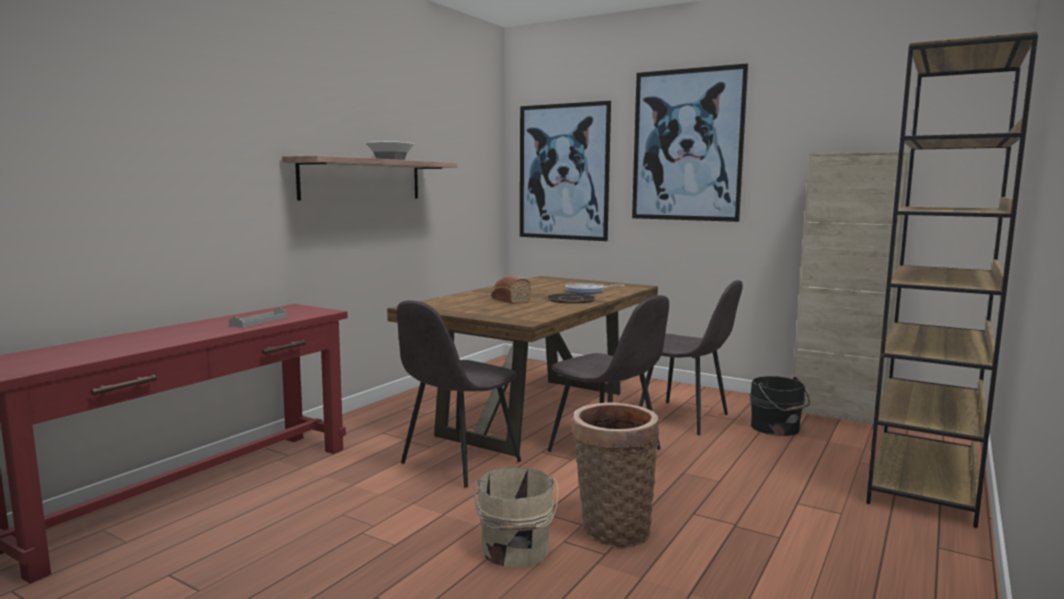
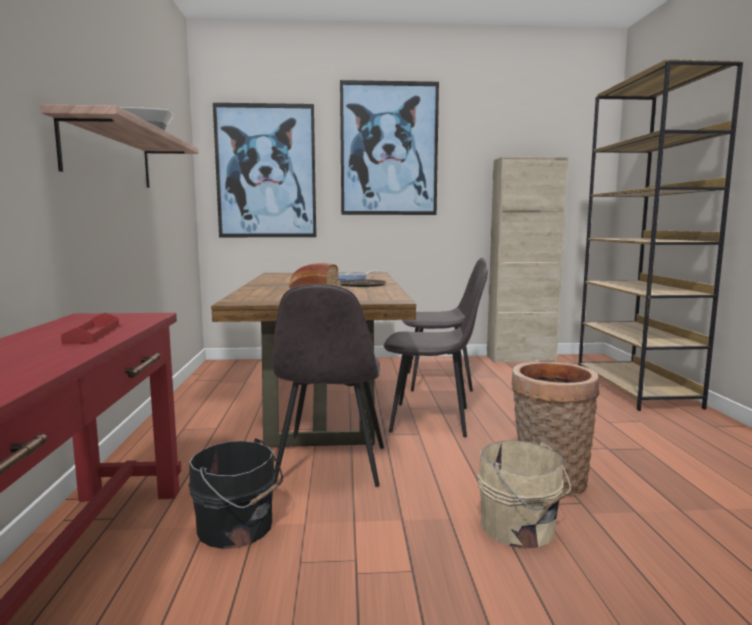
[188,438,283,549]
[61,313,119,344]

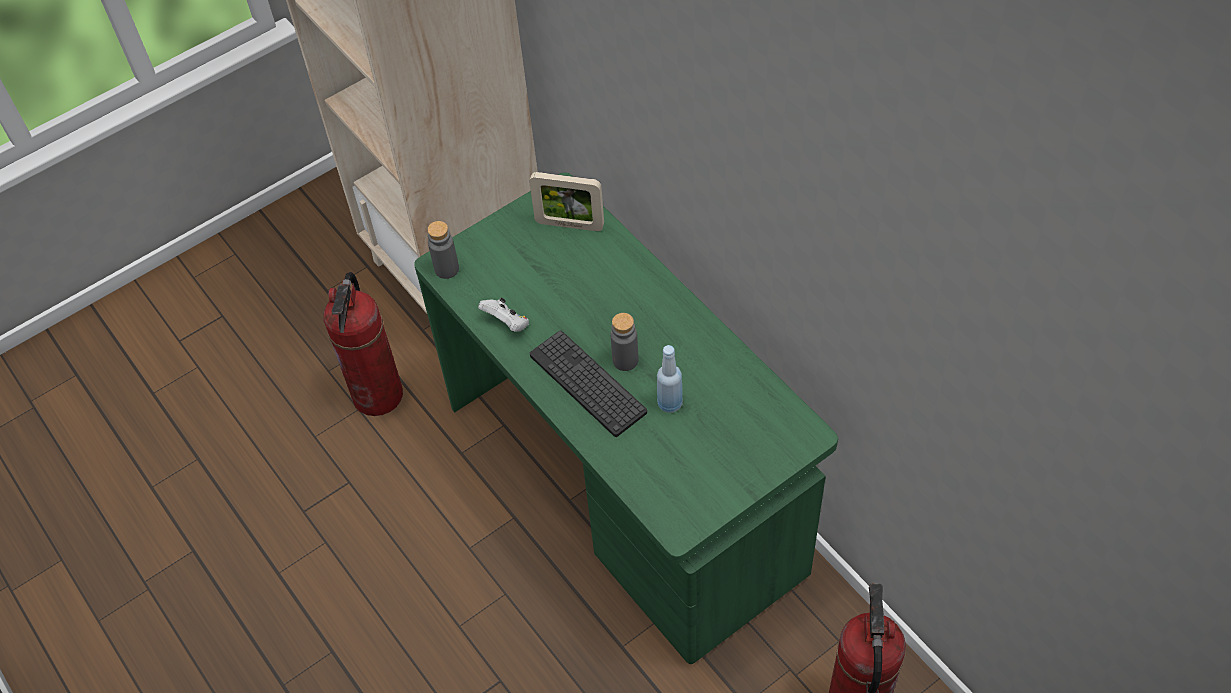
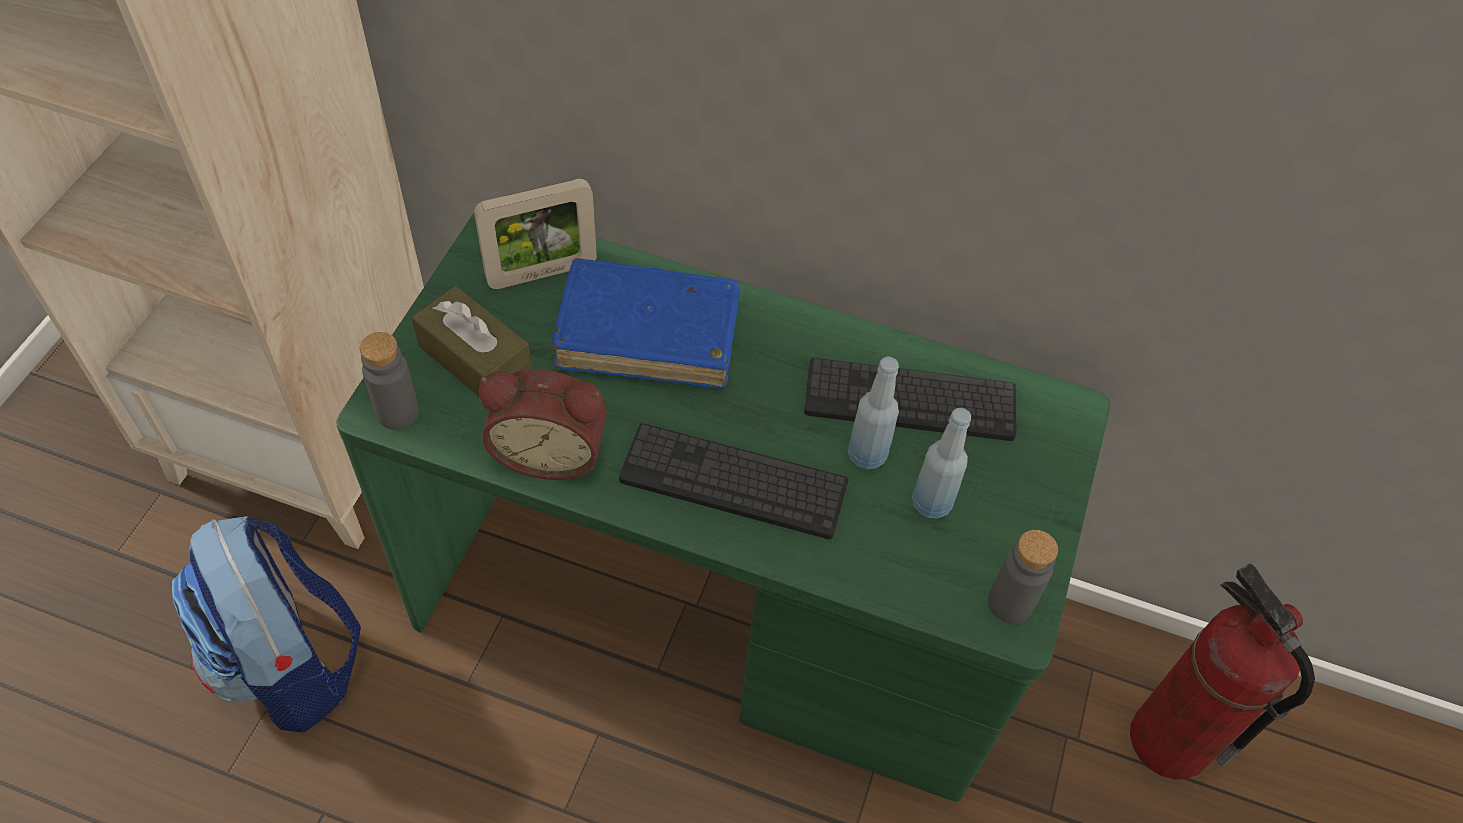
[412,286,532,396]
[552,258,740,388]
[804,358,1016,441]
[912,408,971,519]
[988,530,1058,624]
[172,516,361,733]
[479,370,607,480]

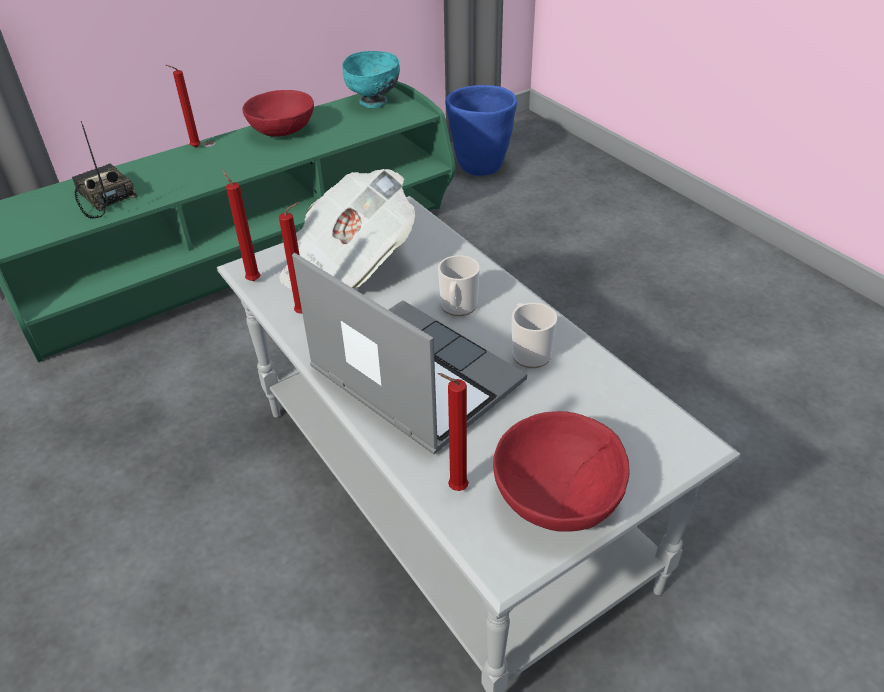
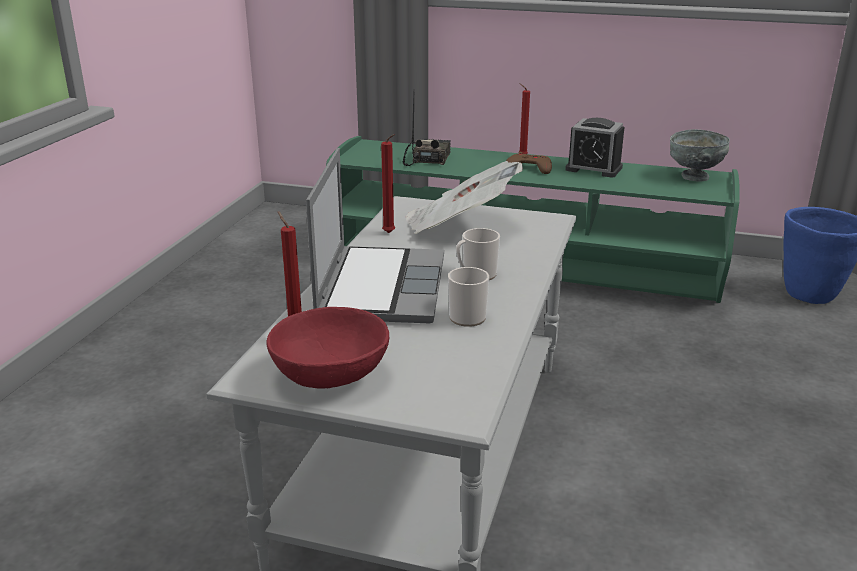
[222,169,260,281] (first image)
[506,152,552,174]
[565,118,624,178]
[670,129,730,181]

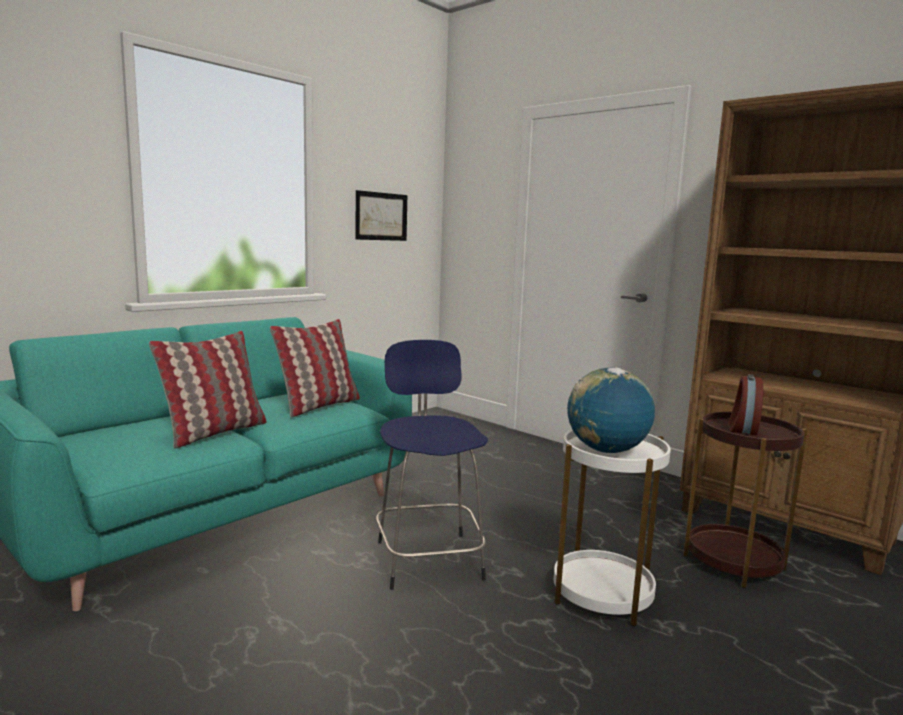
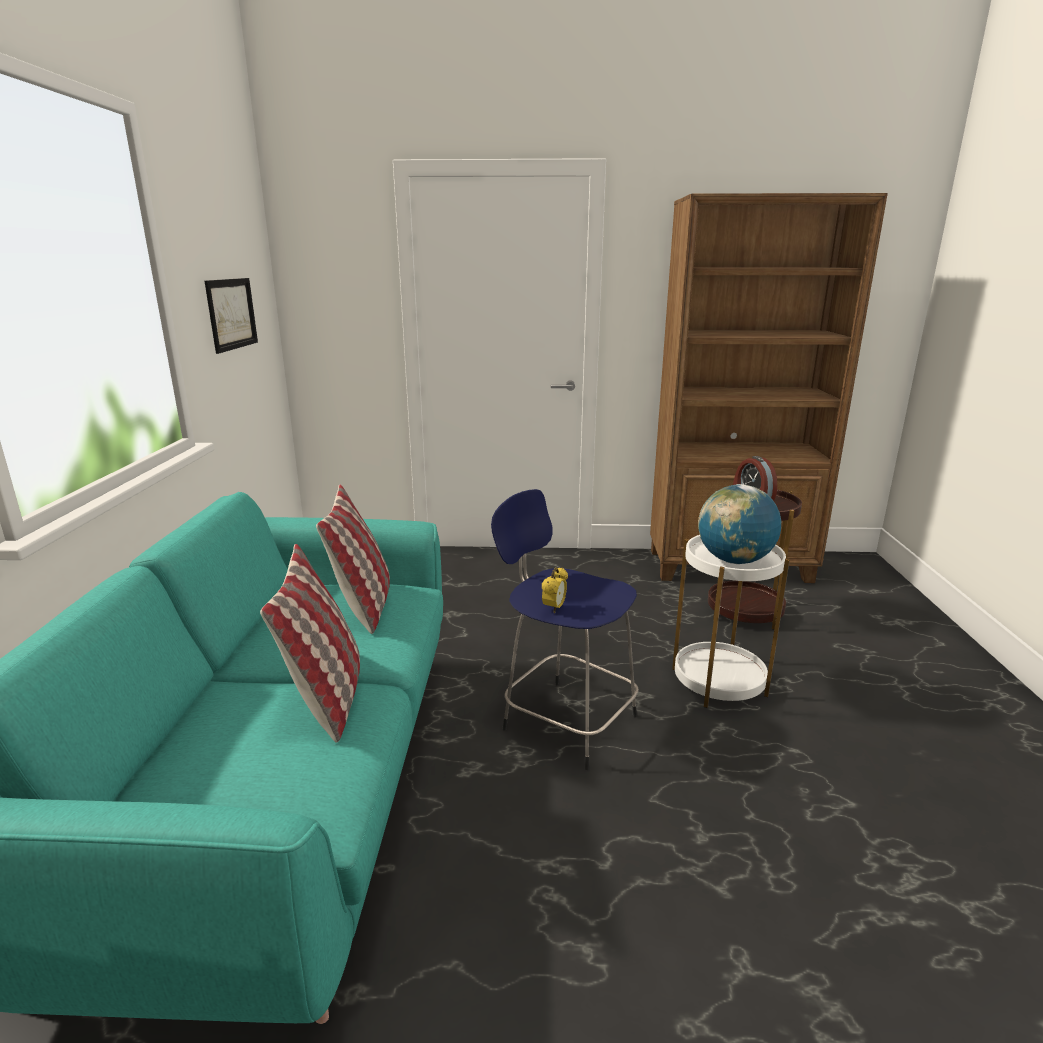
[542,567,568,613]

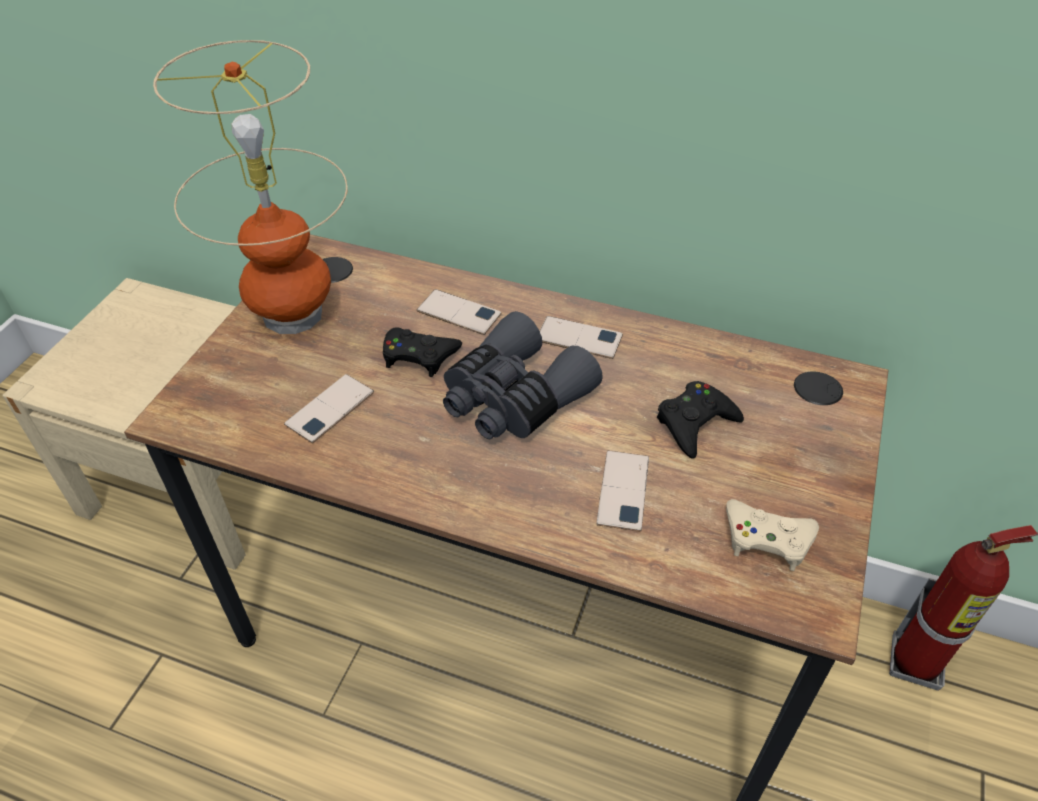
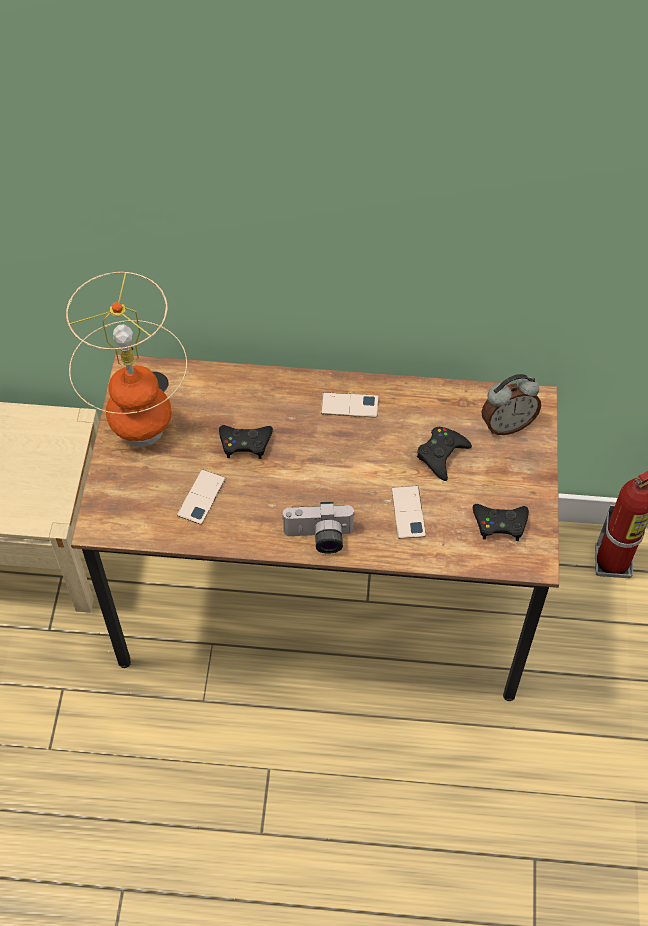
[417,289,502,335] (first image)
[443,311,603,439] (first image)
[282,502,356,554]
[481,374,541,435]
[473,504,529,541]

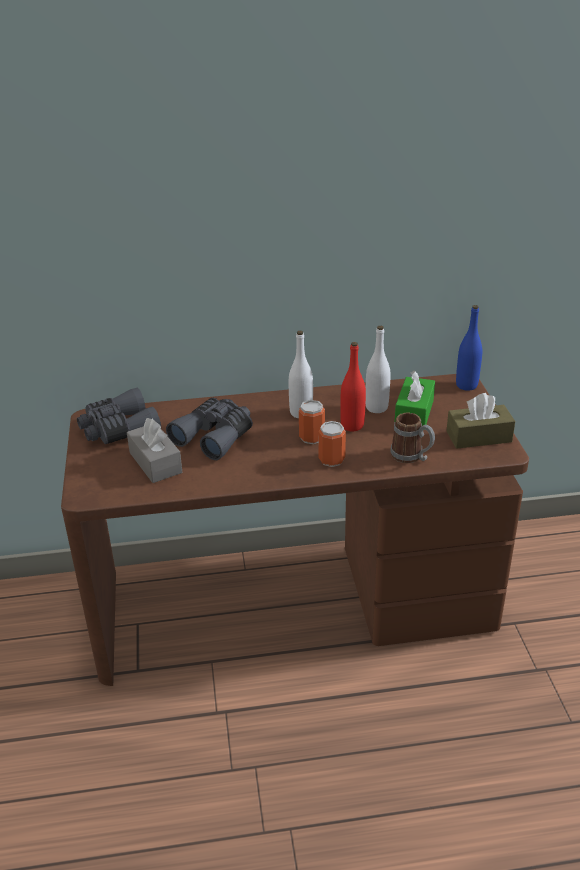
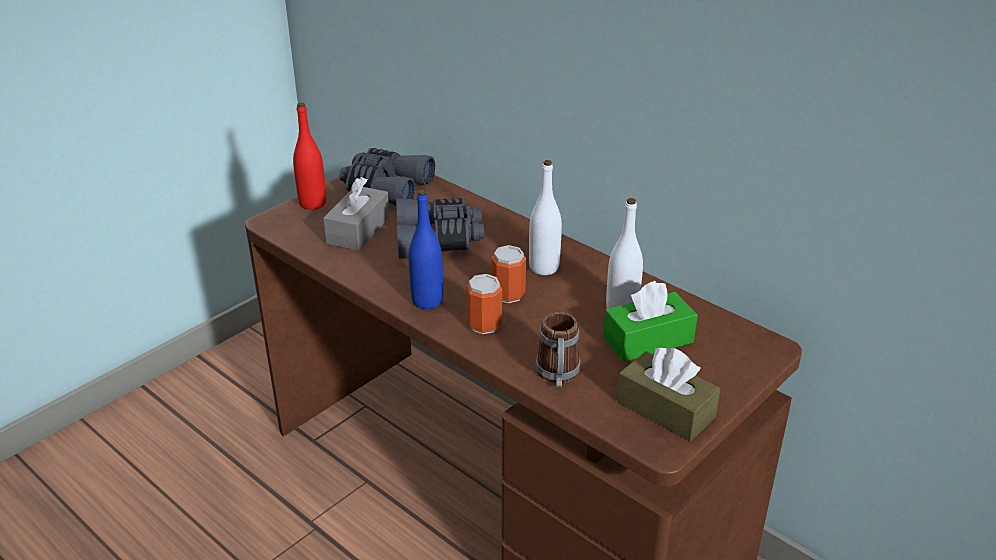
[293,103,326,210]
[408,190,443,309]

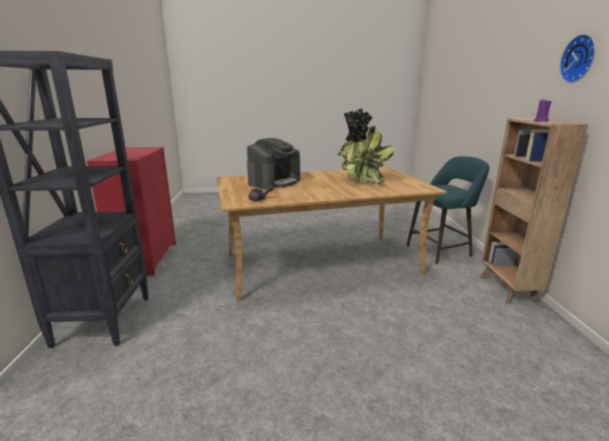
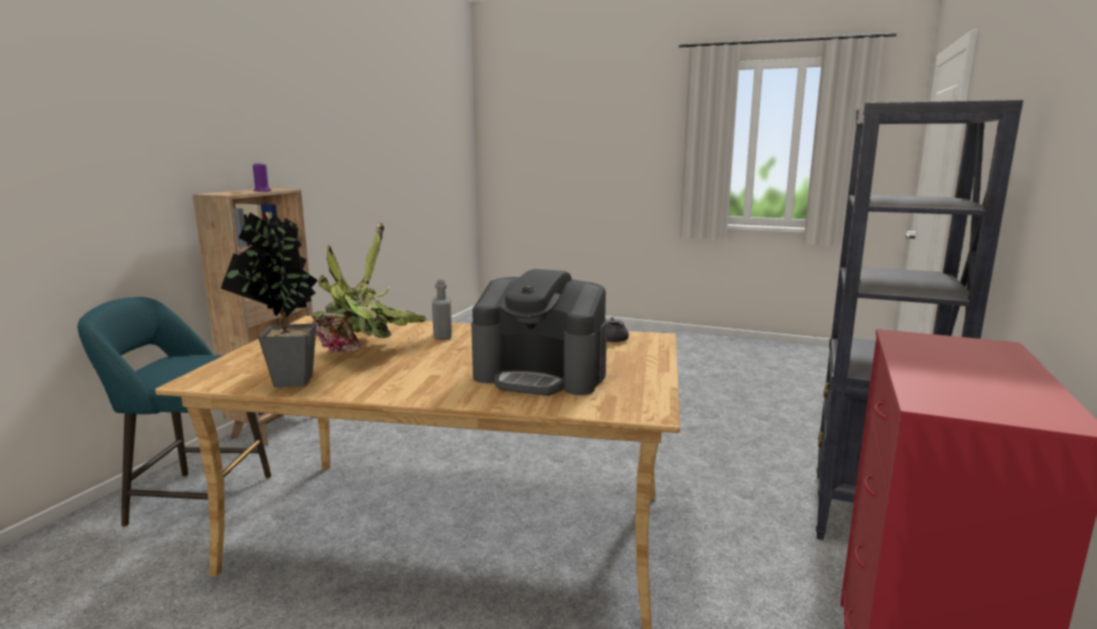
[559,34,596,83] (first image)
[432,279,452,340]
[471,269,607,396]

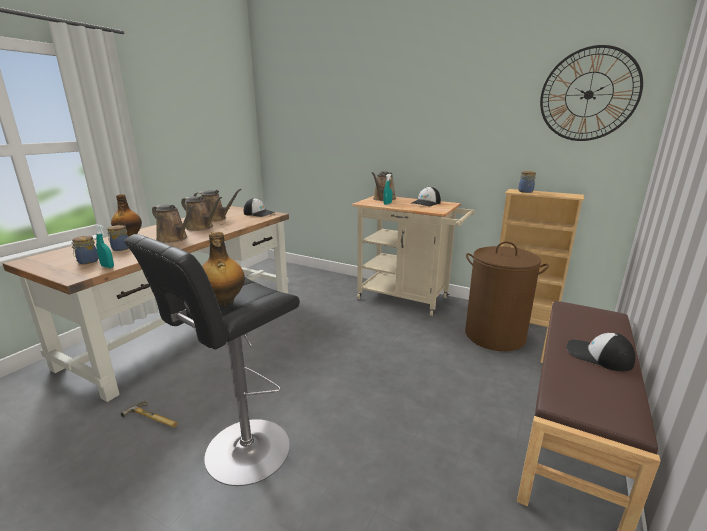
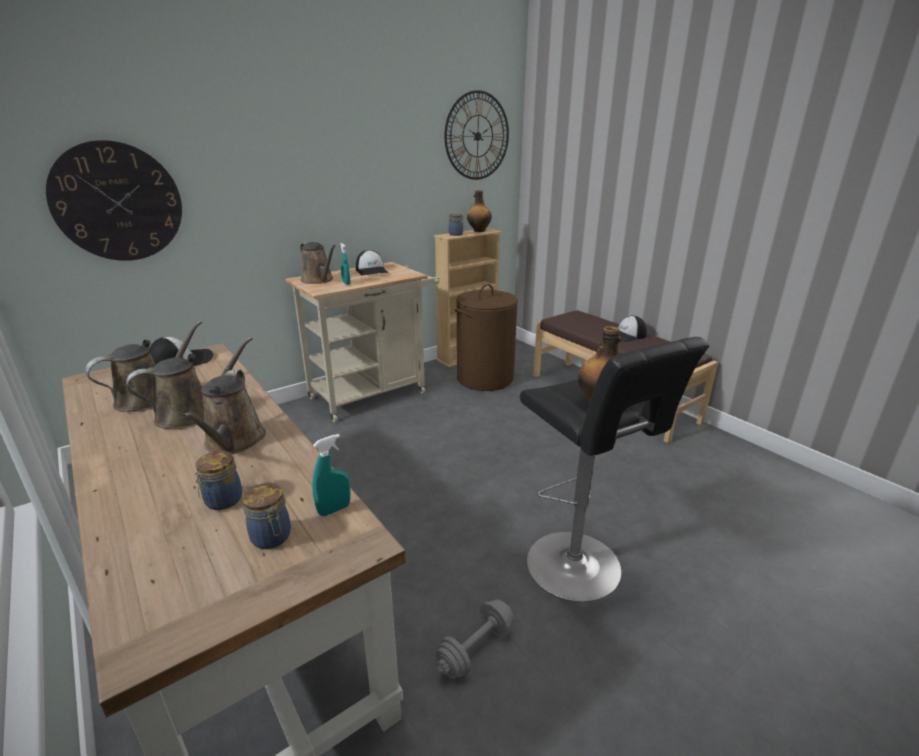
[46,140,182,261]
[467,190,492,232]
[435,600,514,679]
[182,369,266,454]

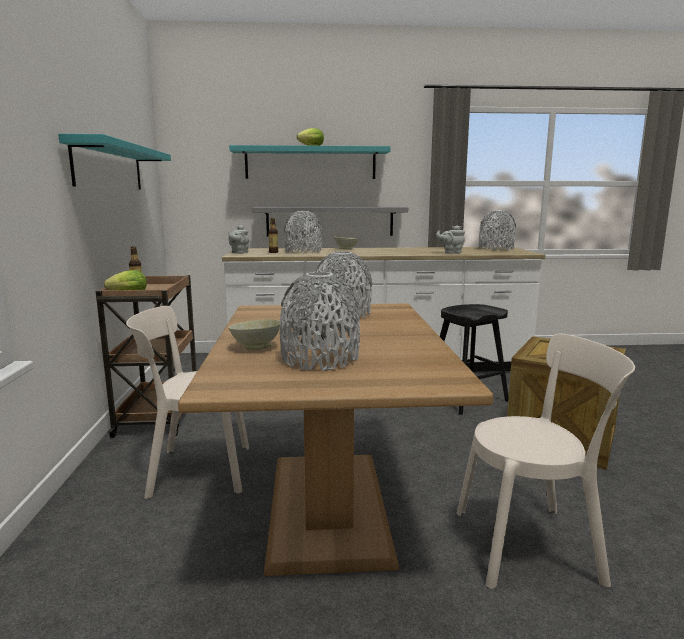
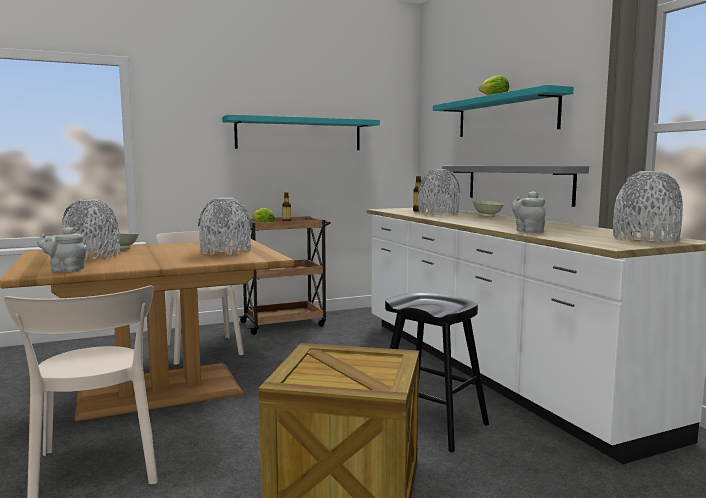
[37,227,86,272]

